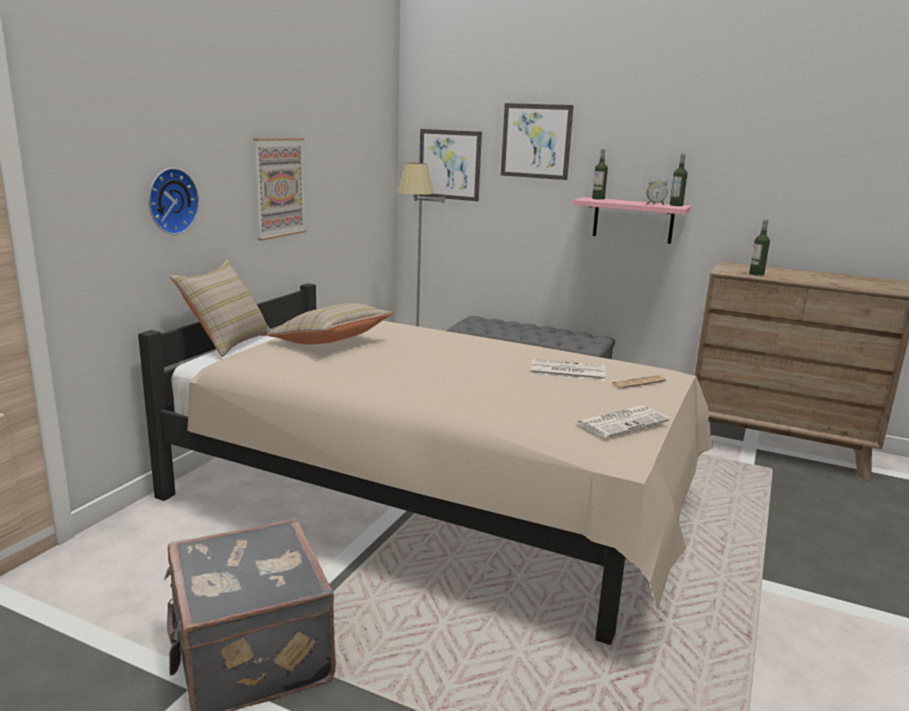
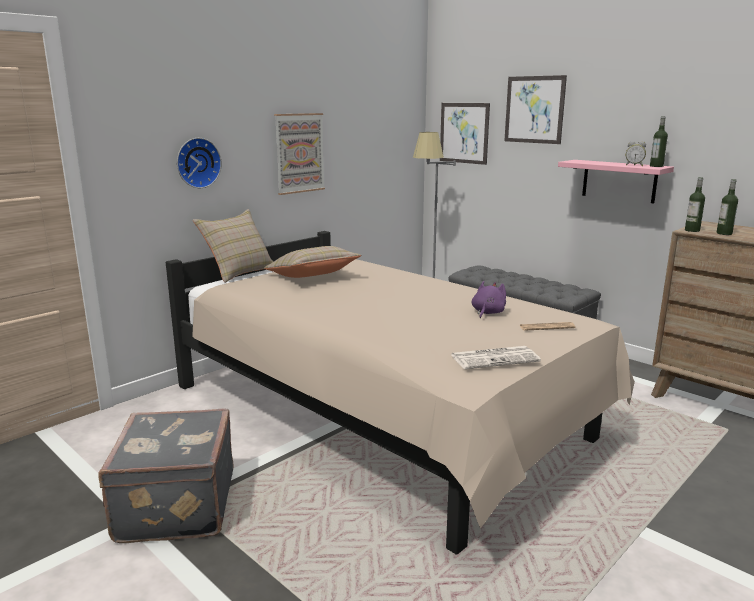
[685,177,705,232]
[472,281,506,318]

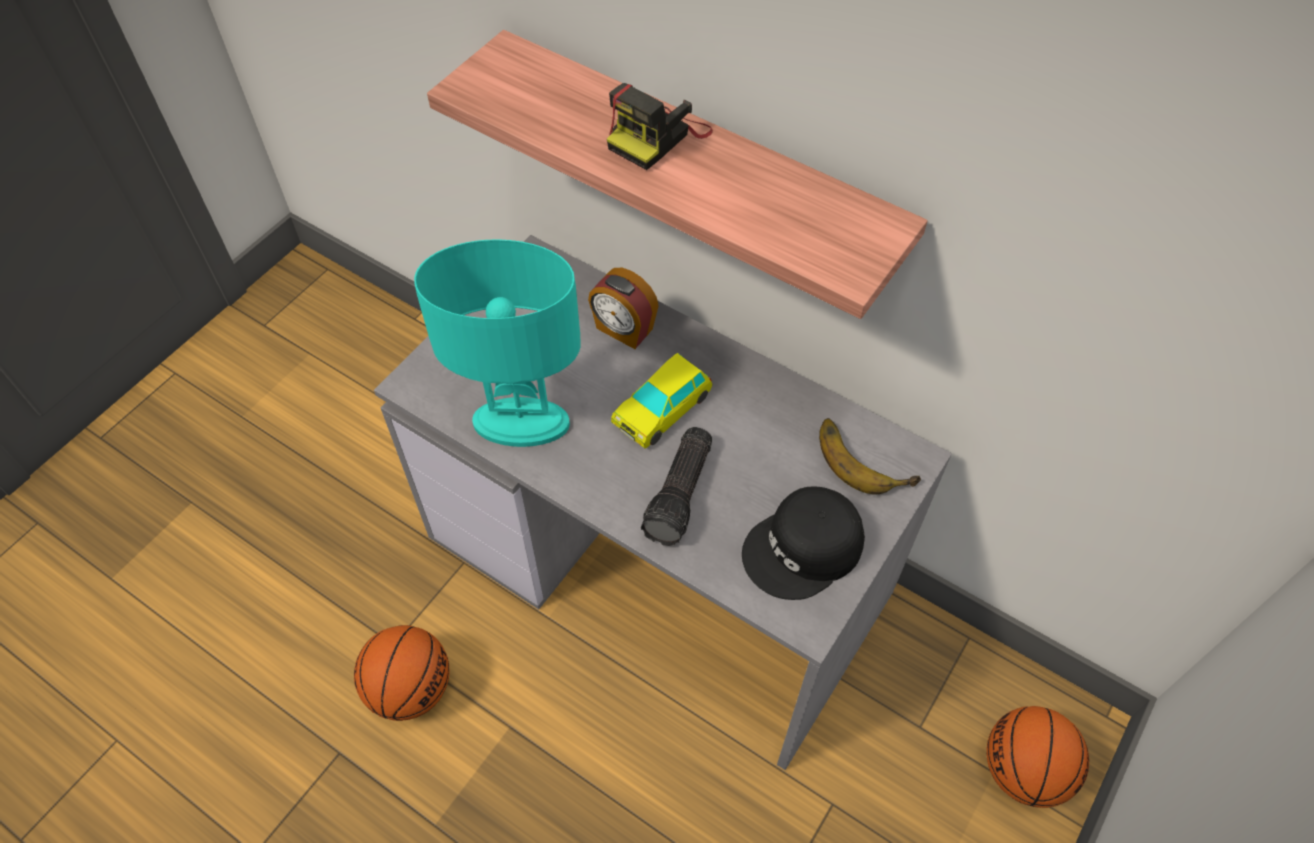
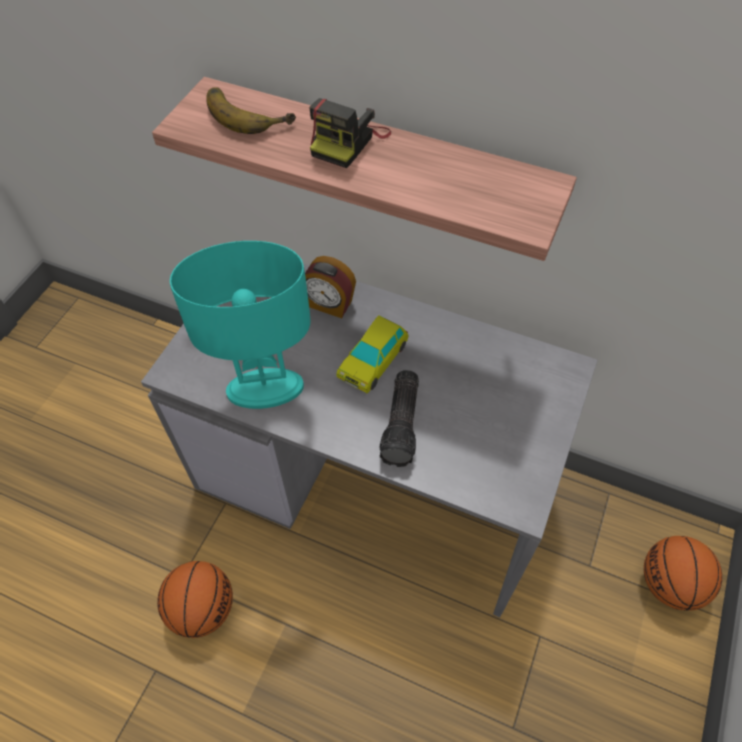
[742,486,865,600] (first image)
[206,87,296,134]

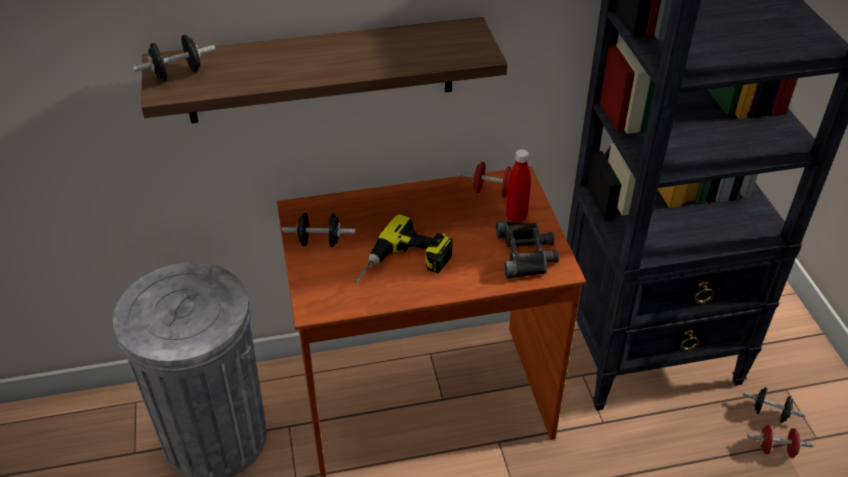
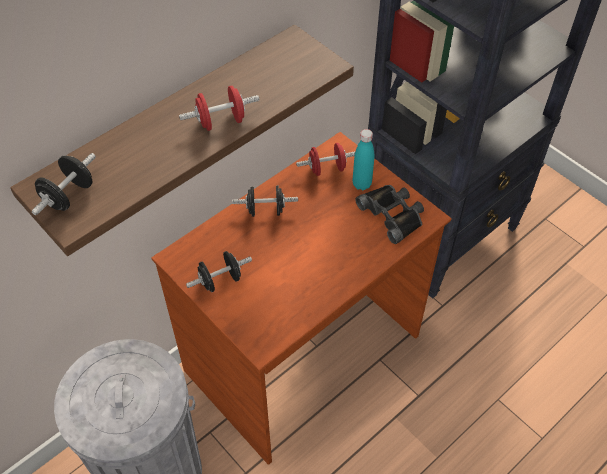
[354,214,452,283] (first image)
[232,185,298,217]
[179,86,260,131]
[352,129,375,190]

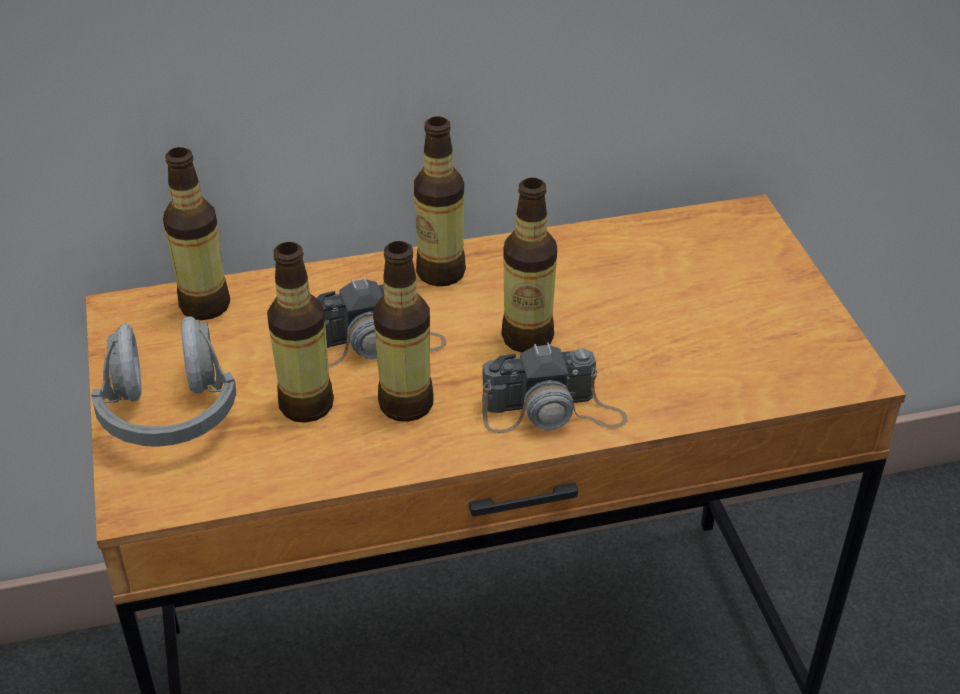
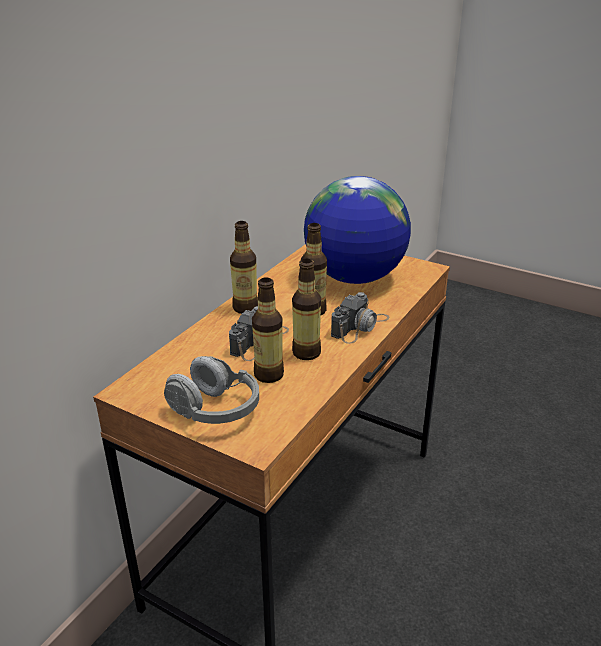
[163,147,230,320] (first image)
[304,176,411,284]

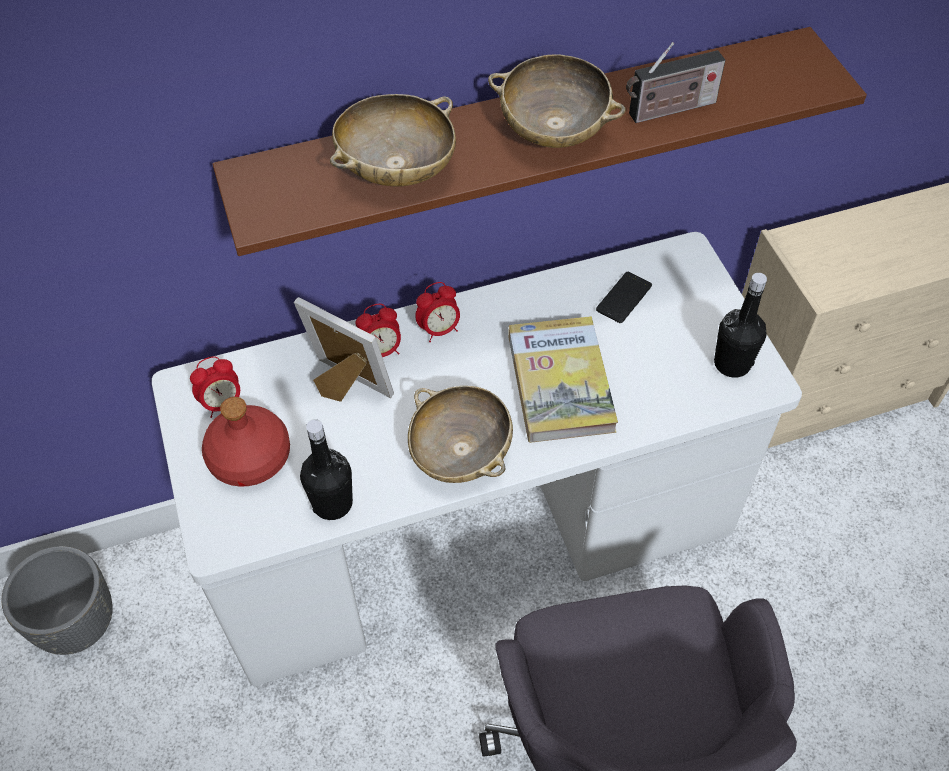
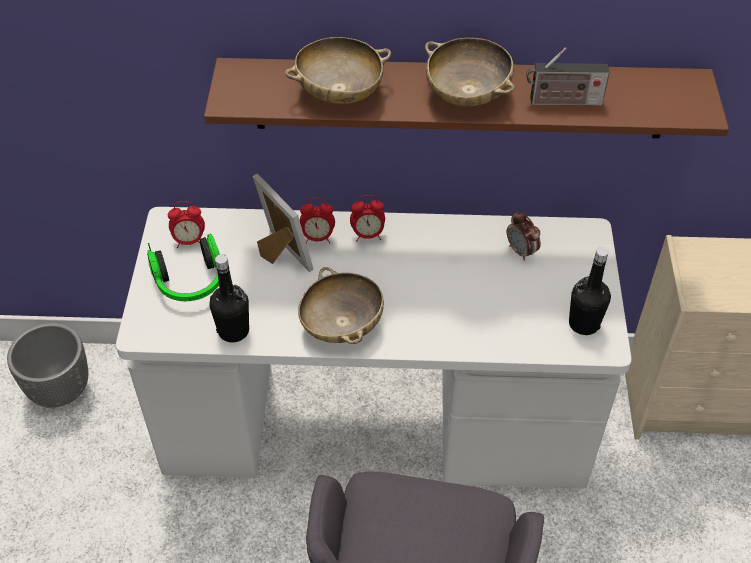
[508,316,618,443] (first image)
[147,234,220,301]
[507,211,541,261]

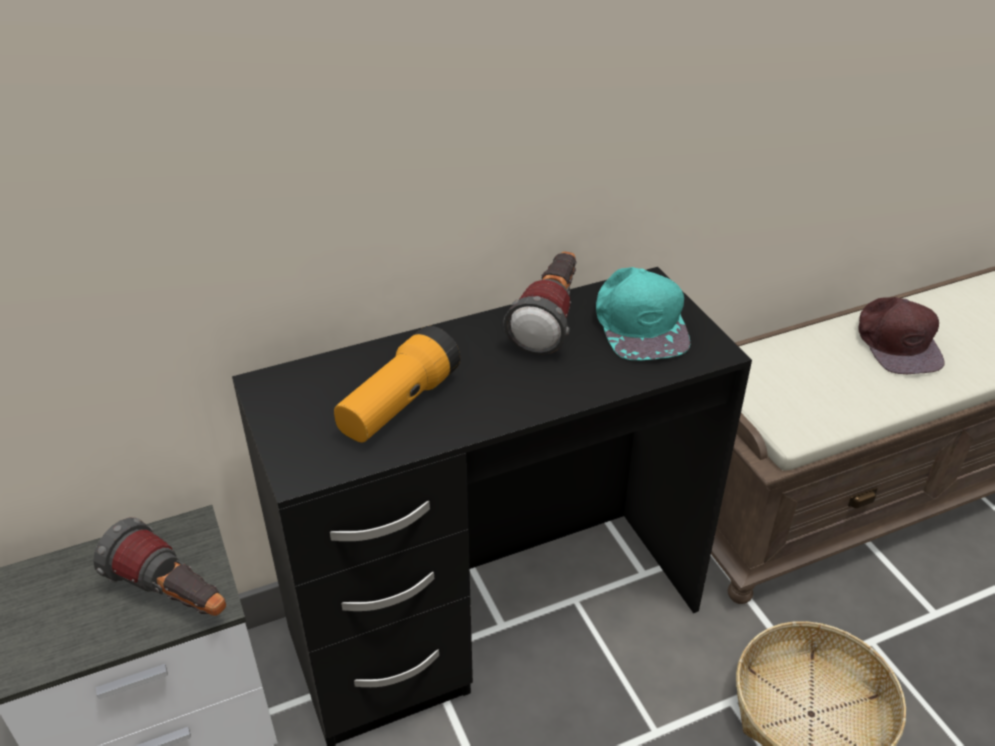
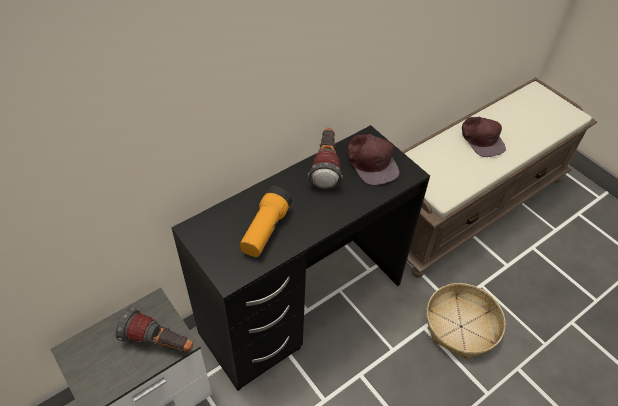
[348,134,400,185]

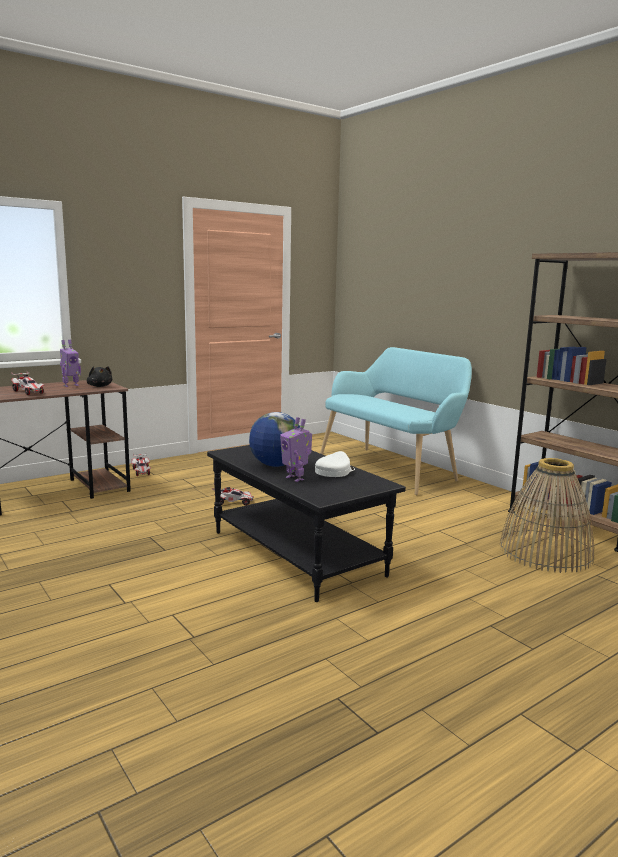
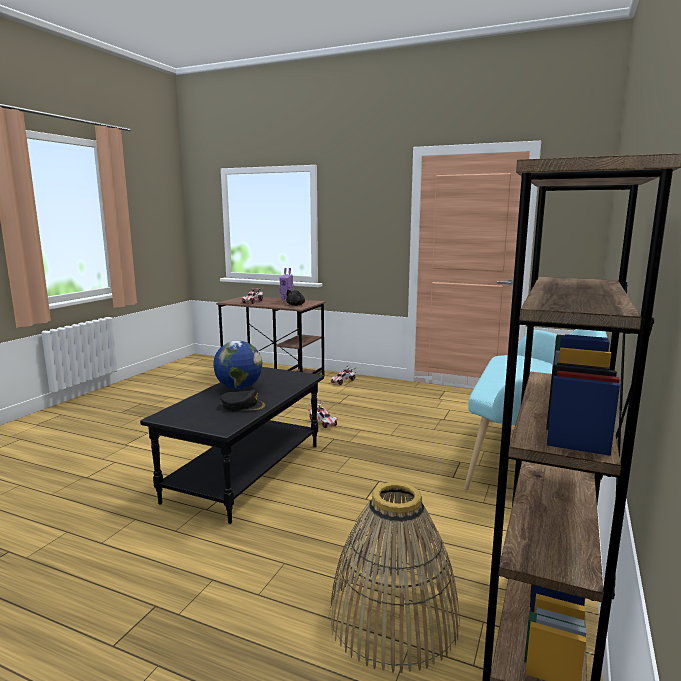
[280,417,312,482] (first image)
[220,389,267,412]

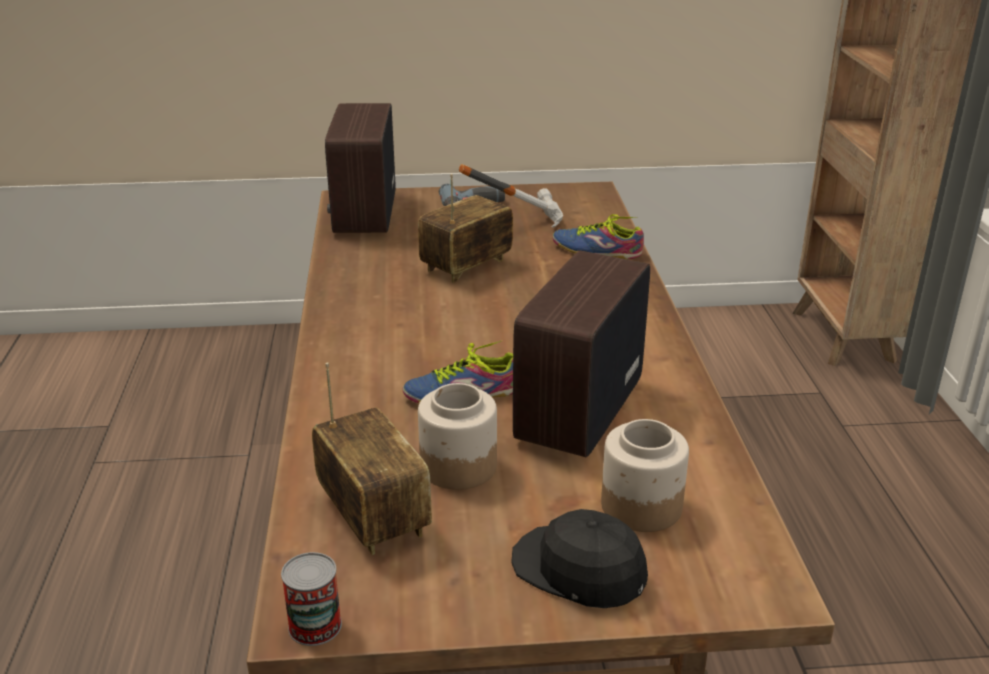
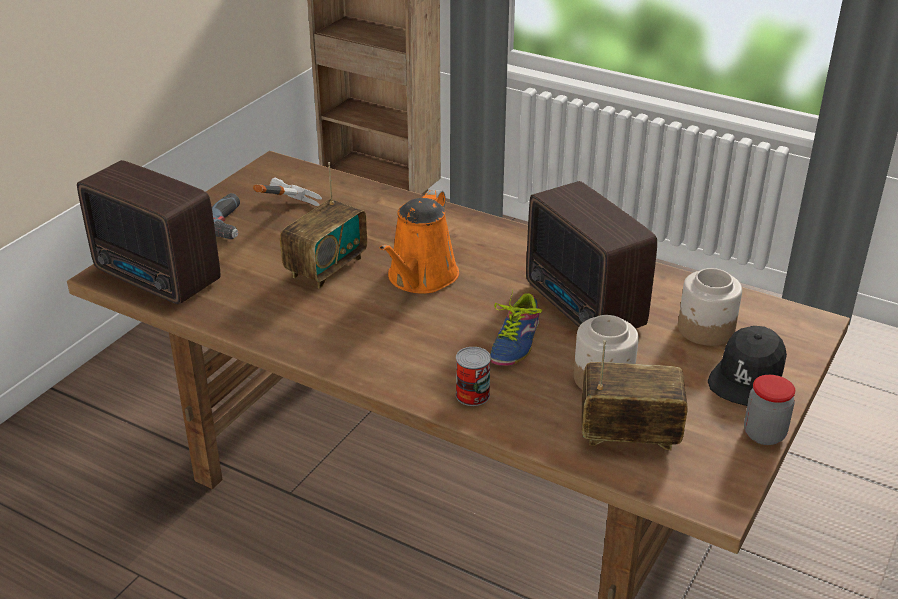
[552,214,644,259] (first image)
[380,189,459,294]
[744,375,796,445]
[456,347,491,406]
[280,162,367,289]
[708,326,787,406]

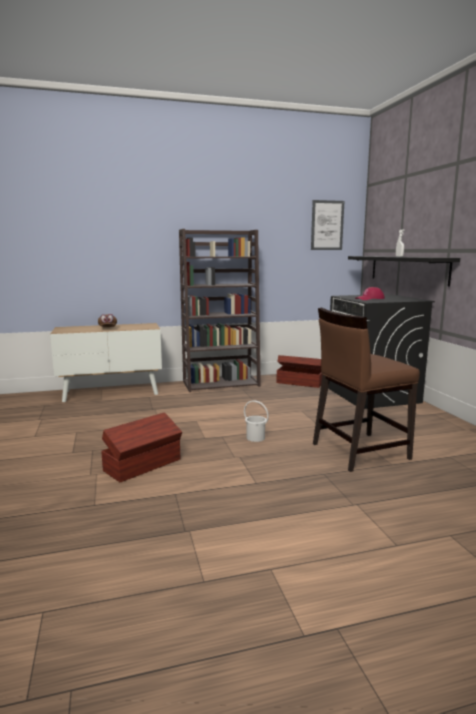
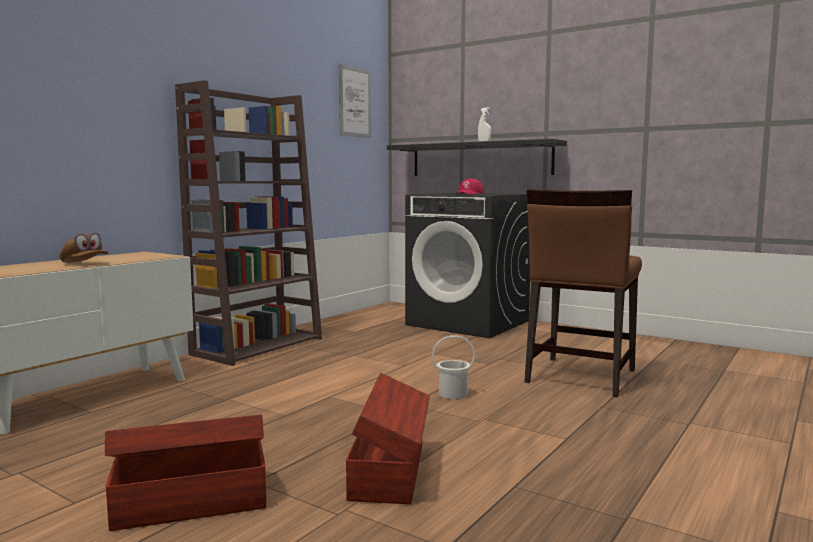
[105,415,266,531]

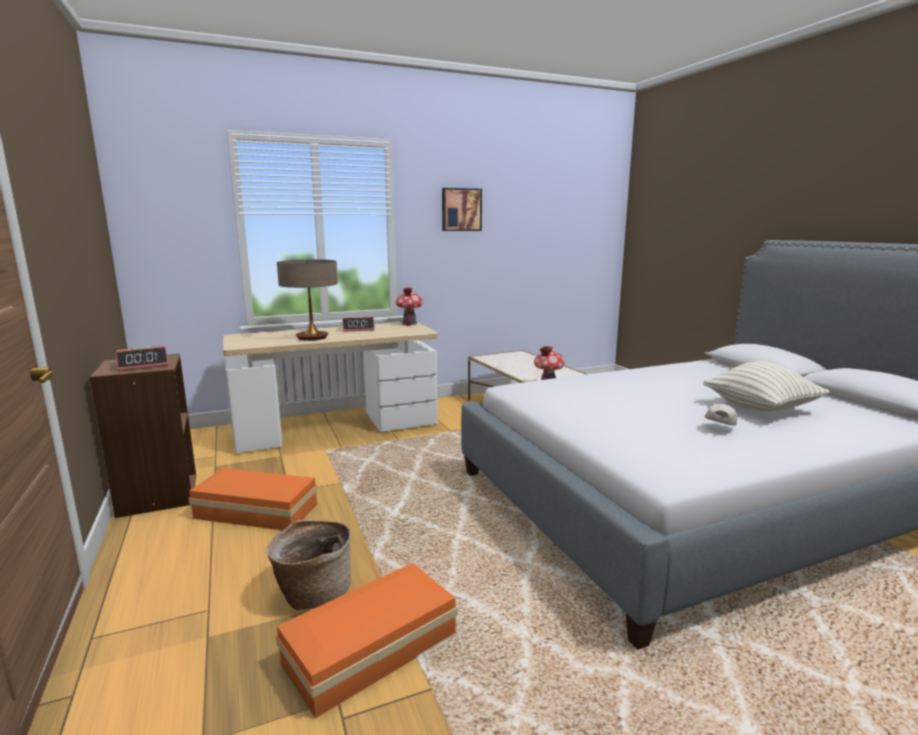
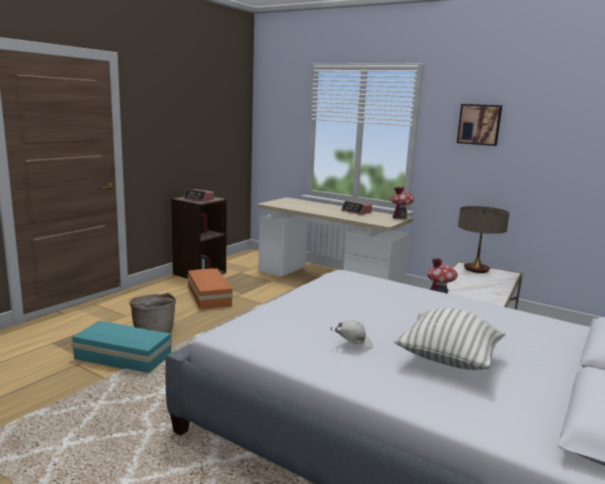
[458,206,509,273]
[71,321,172,373]

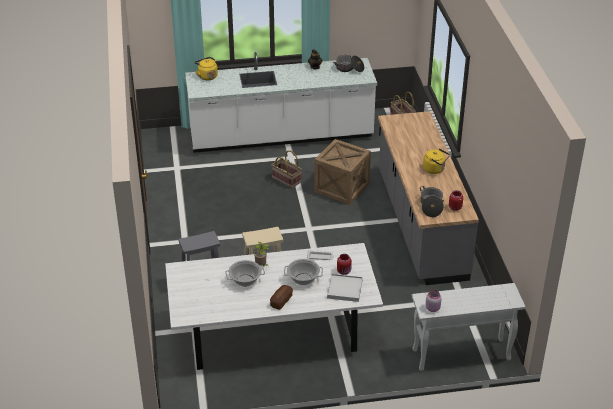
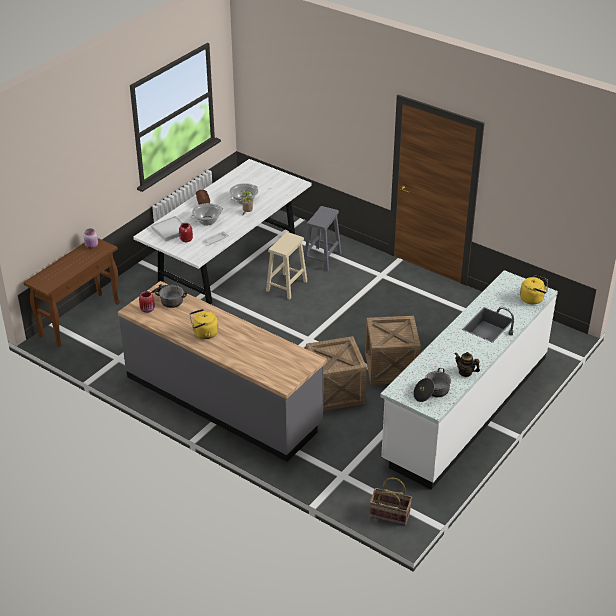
[365,316,421,385]
[23,238,120,347]

